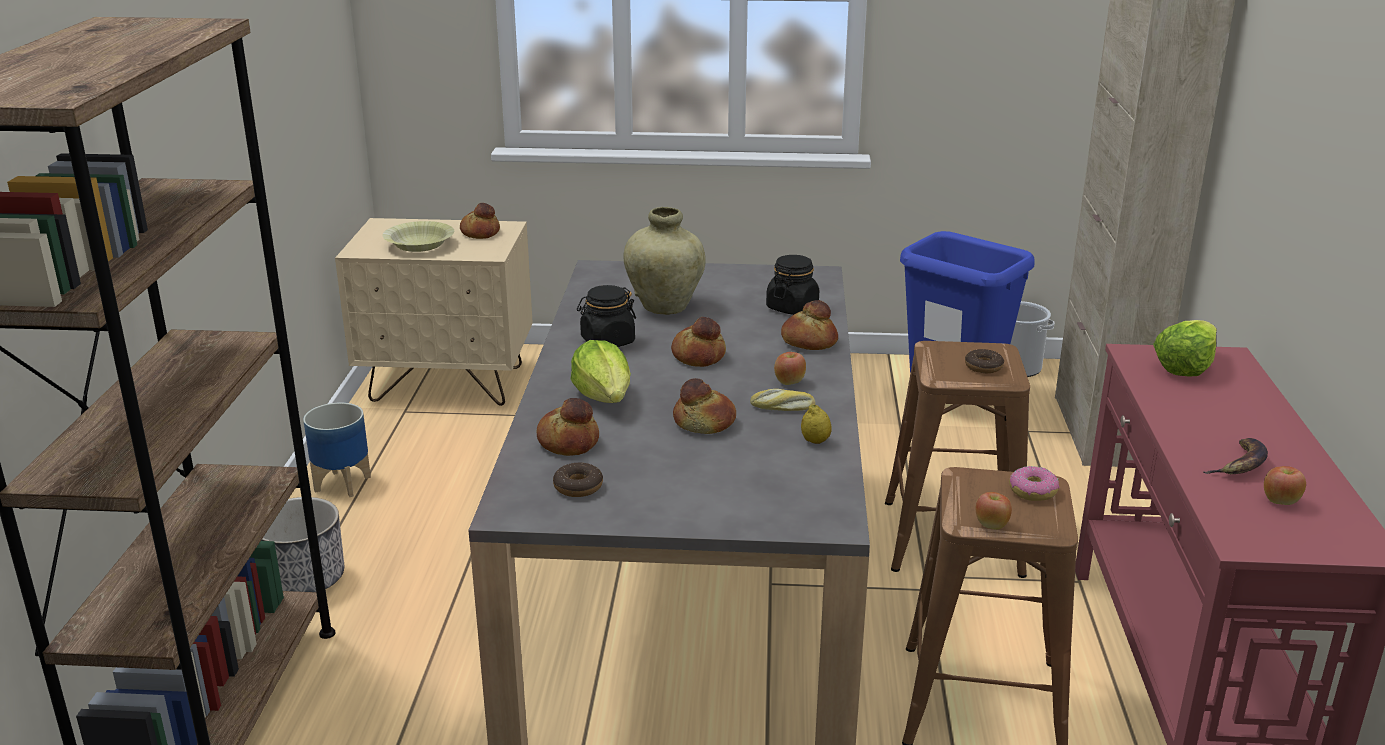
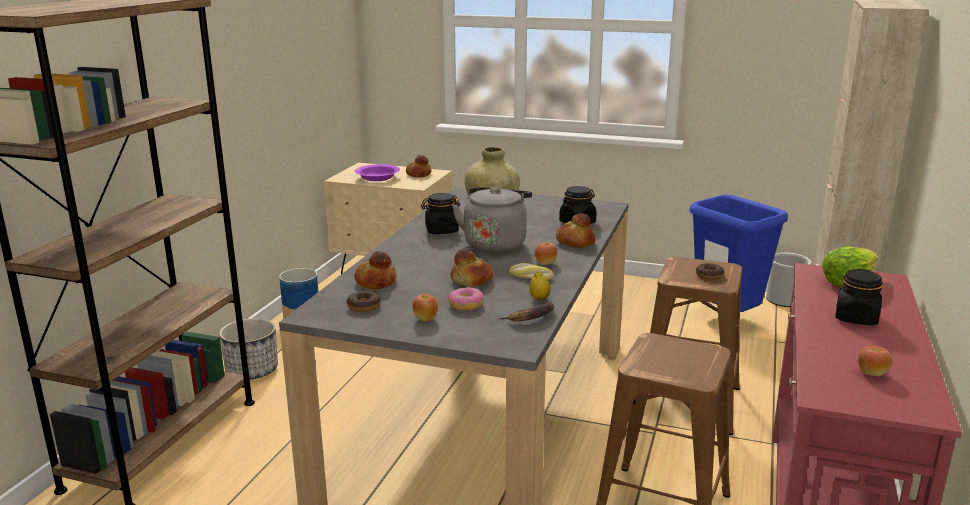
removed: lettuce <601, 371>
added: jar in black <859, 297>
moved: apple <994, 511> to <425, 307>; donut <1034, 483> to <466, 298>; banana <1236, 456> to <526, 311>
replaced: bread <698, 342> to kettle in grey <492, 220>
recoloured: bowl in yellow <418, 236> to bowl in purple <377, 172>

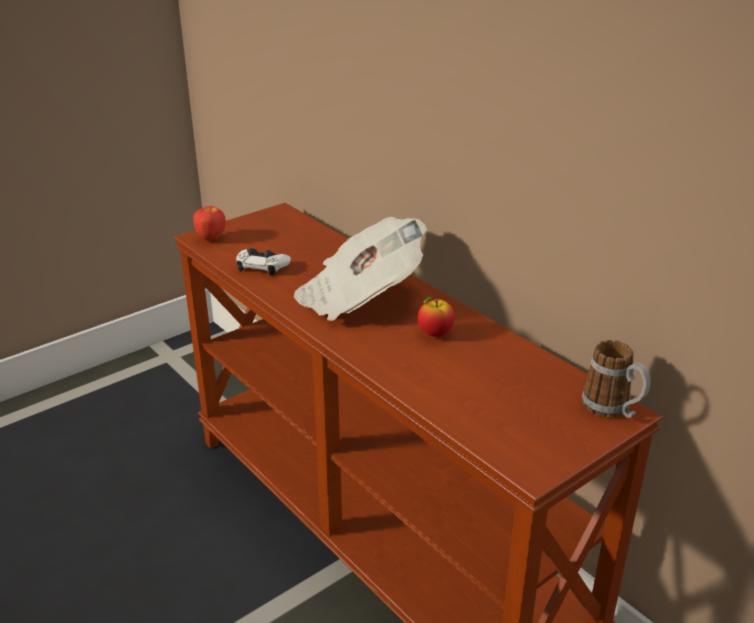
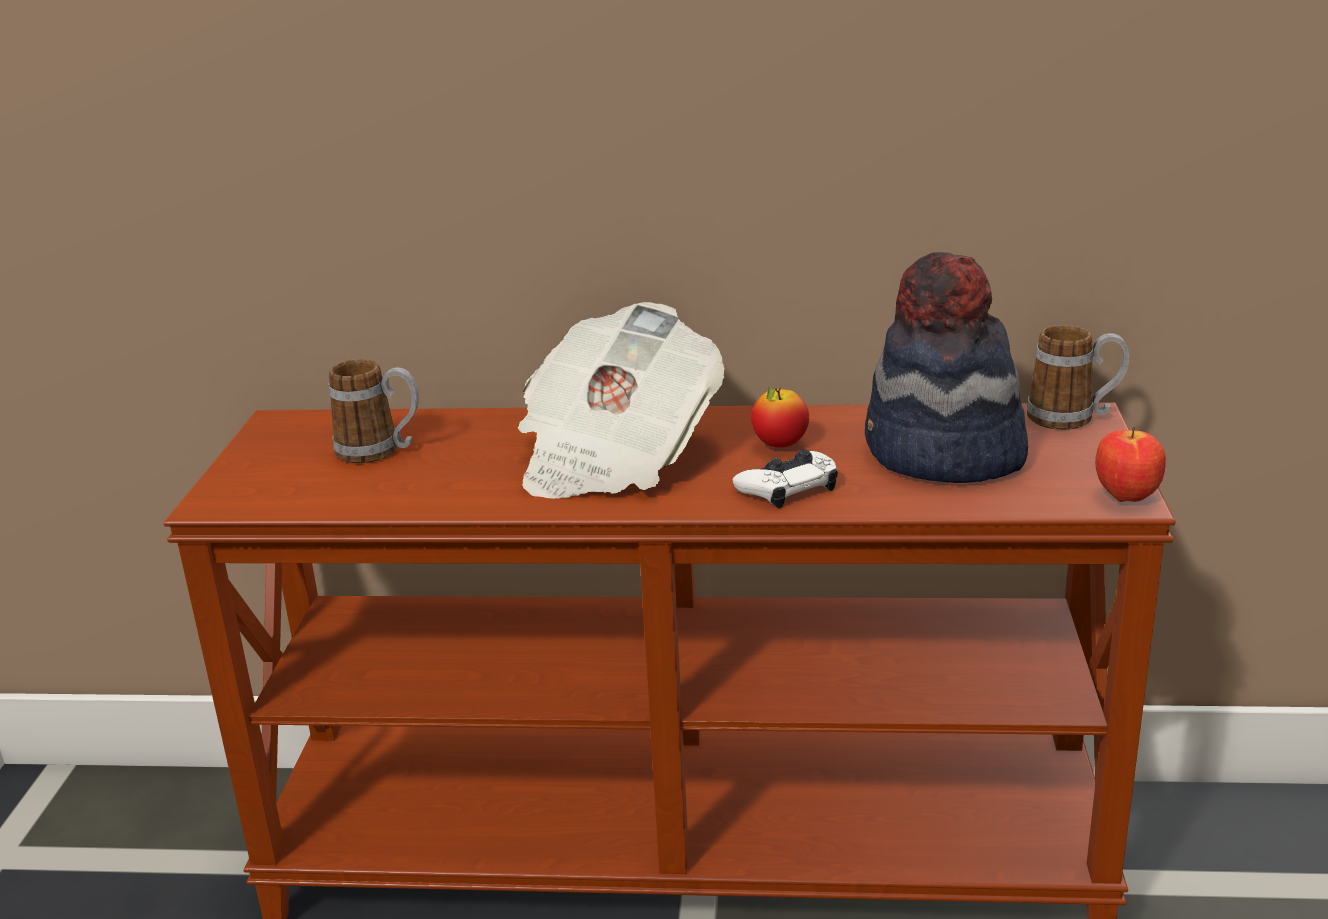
added: mug <374, 411>; hat <946, 367>
moved: game controller in white <263, 262> to <785, 478>; apple <209, 223> to <1130, 464>

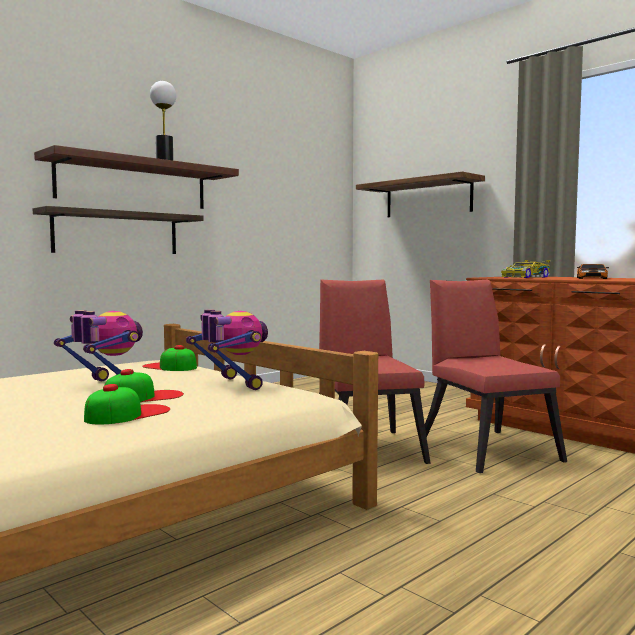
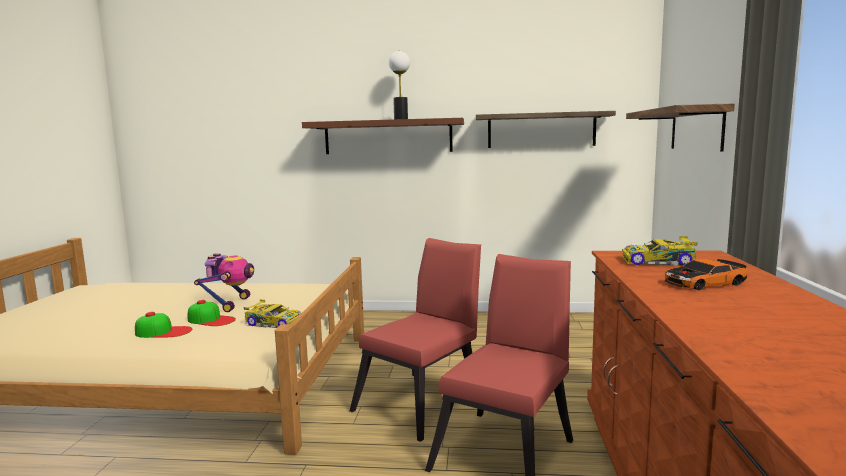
removed: cap <169, 358>
moved: shelf <118, 230> to <546, 129>
replaced: toy robot <227, 350> to toy car <272, 313>

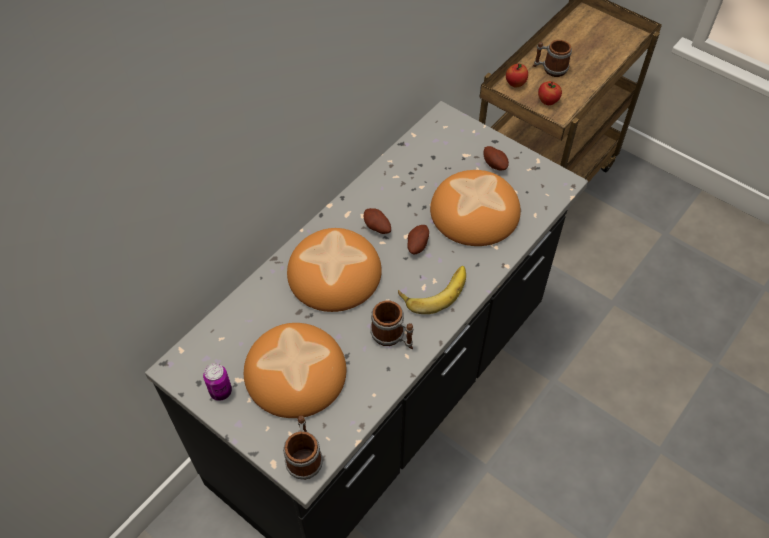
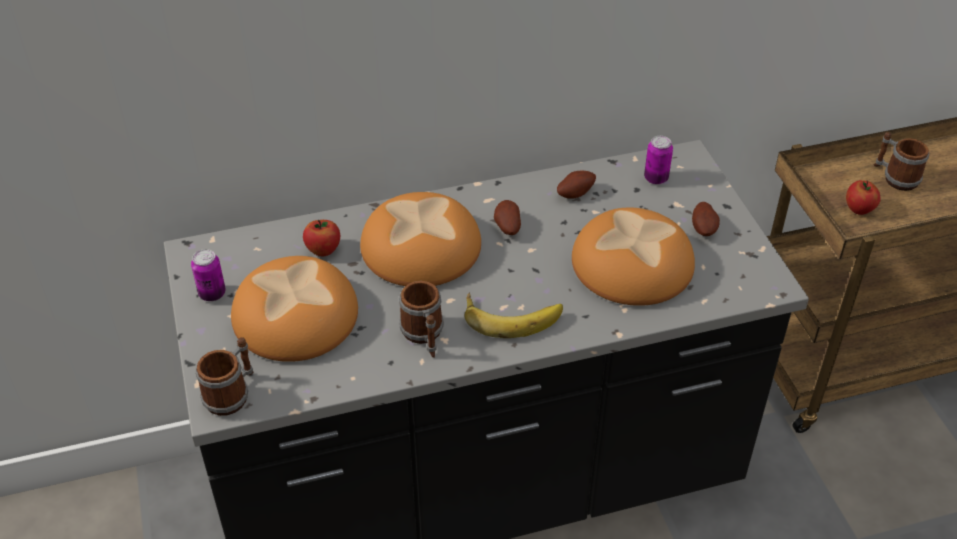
added: can <658, 160>
moved: apple <517, 75> to <321, 238>; potato <418, 239> to <576, 184>

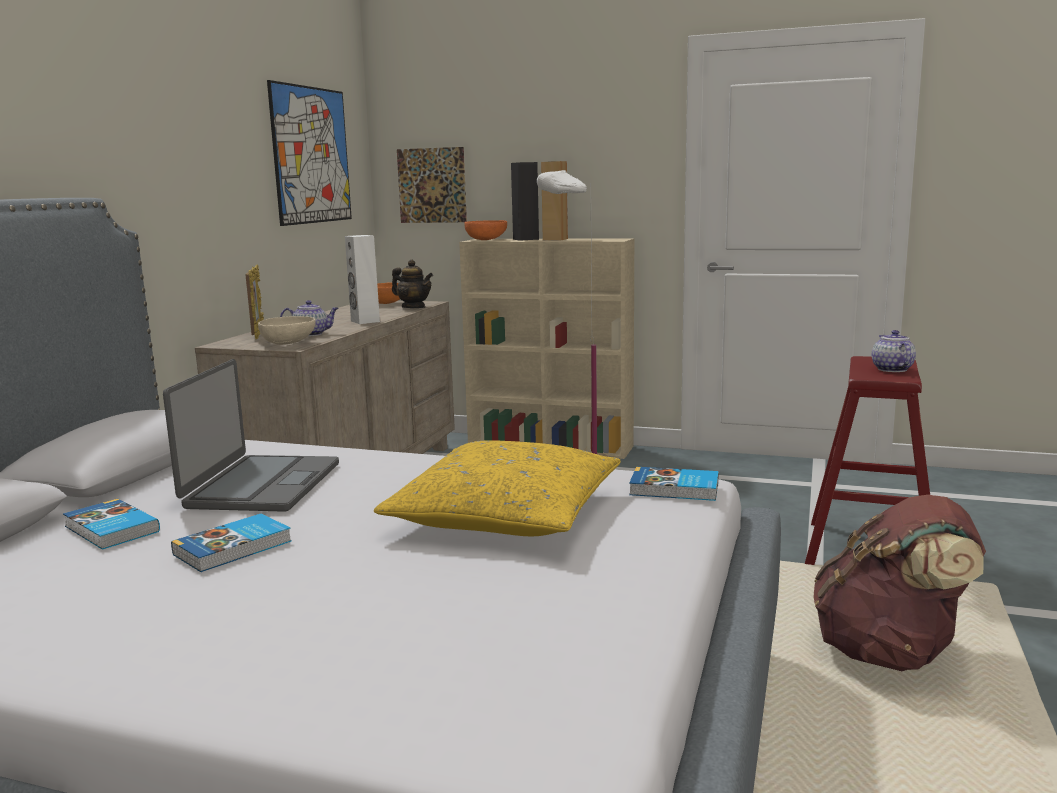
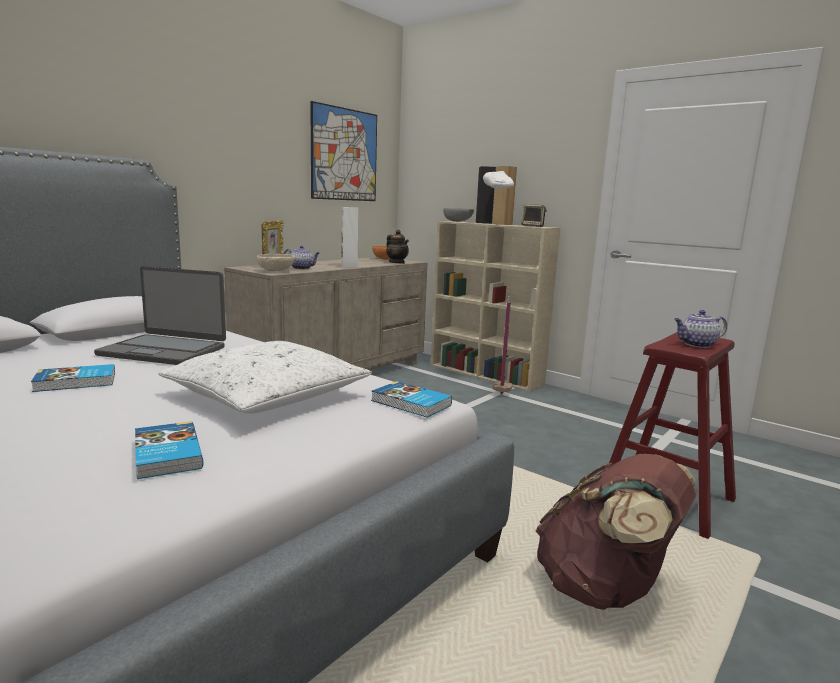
removed: picture <432, 185>
added: speaker <534, 215>
moved: book <111, 524> to <169, 450>
recoloured: pillow in yellow <497, 488> to pillow in white <265, 377>; bowl in orange <485, 230> to bowl in grey <458, 215>
turned: laptop <251, 435> = <160, 315> 75 degrees clockwise; teapot <894, 351> = <700, 329> 120 degrees counterclockwise

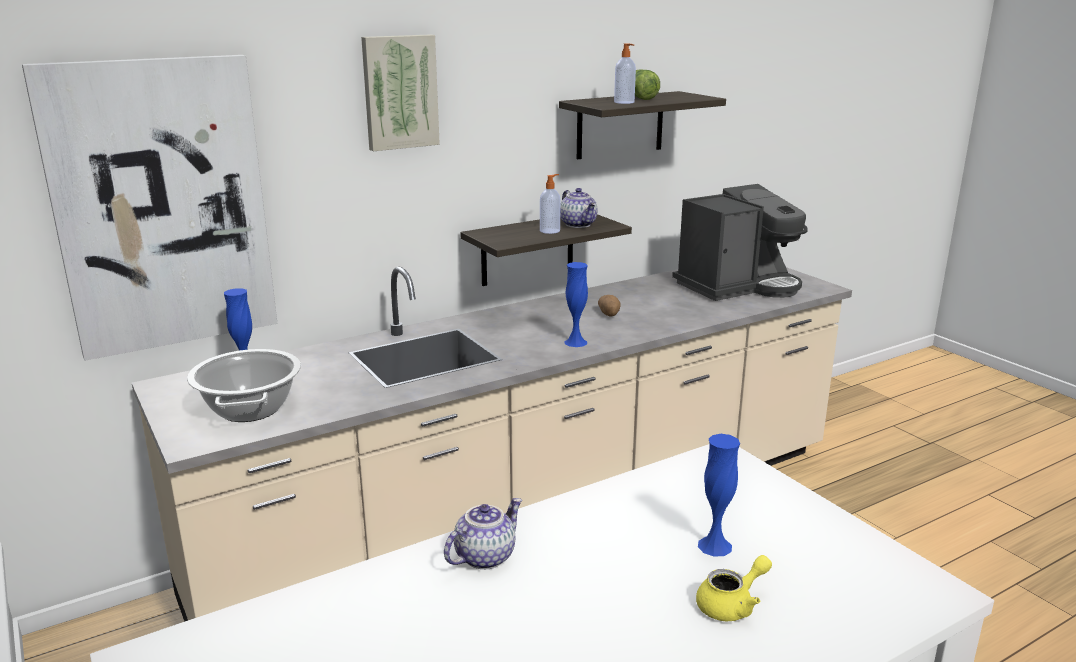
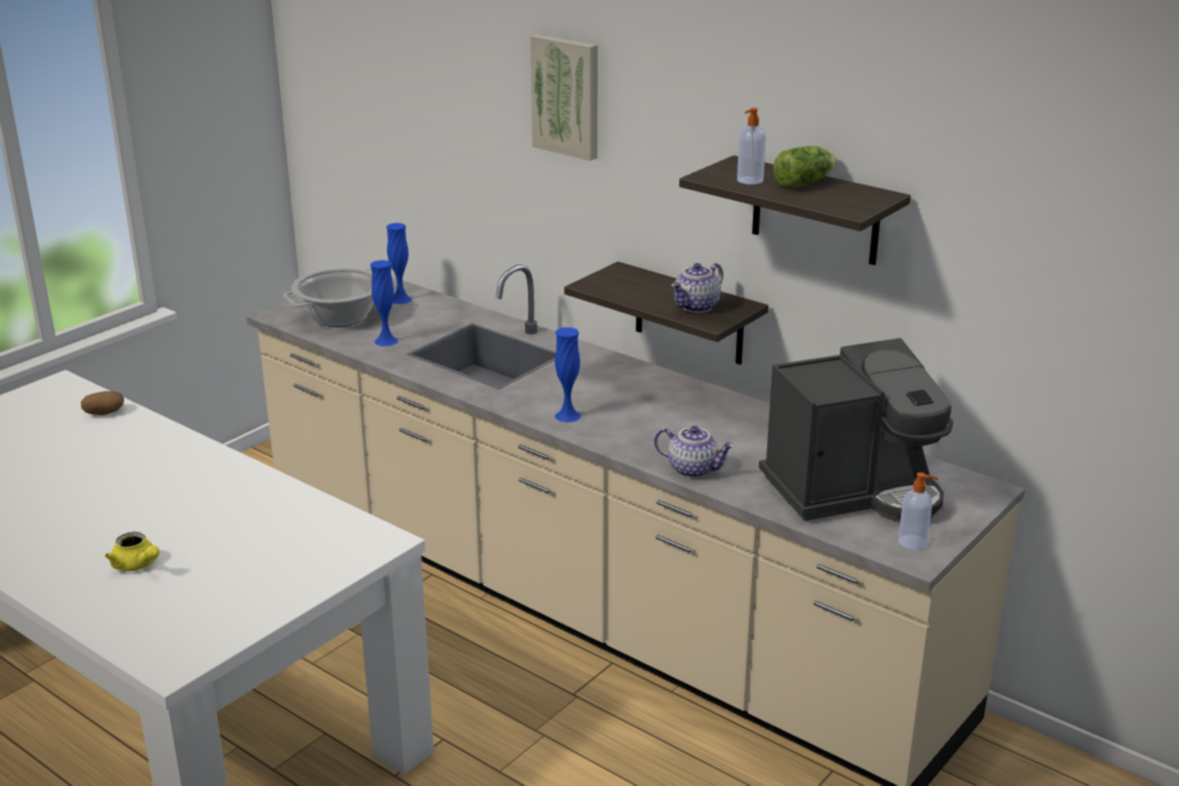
removed: picture <149, 208>
moved: potato <609, 305> to <102, 403>; vase in blue <719, 495> to <384, 303>; teapot <483, 533> to <694, 452>; soap dispenser <550, 204> to <918, 511>
turned: coffee machine <740, 242> = <856, 430> 60 degrees counterclockwise

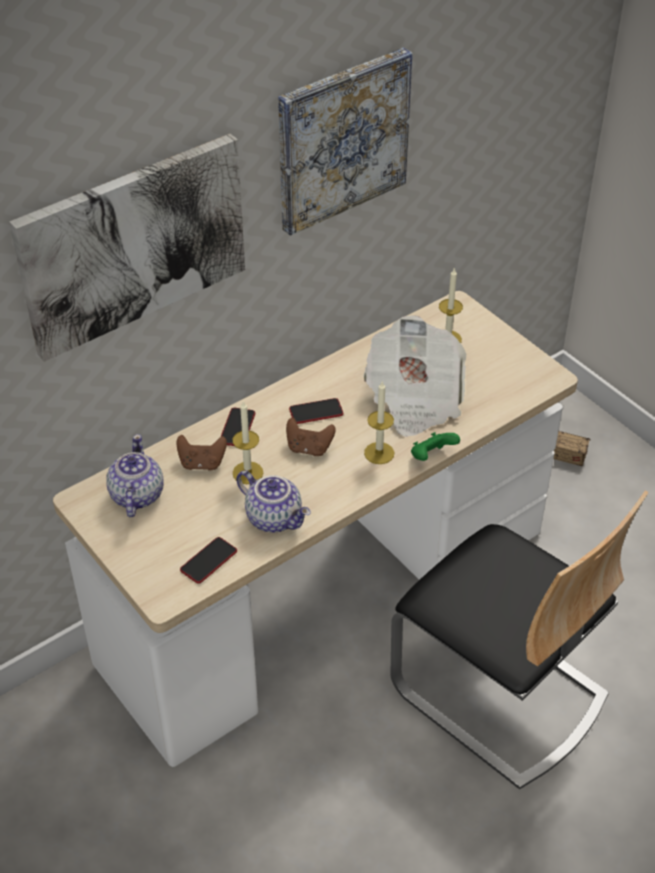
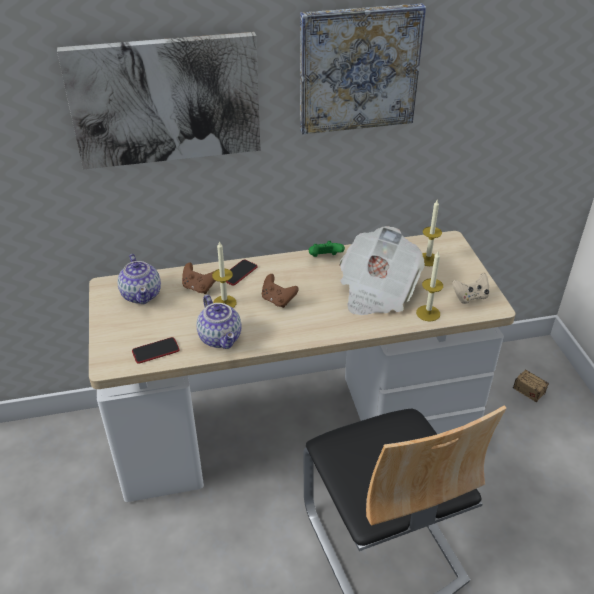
removed: phone <316, 411>
added: game controller in beige <470, 288>
moved: game controller in green <435, 446> to <327, 249>; candle <379, 423> to <429, 287>
turned: teapot <134, 475> = <139, 279> 135 degrees clockwise

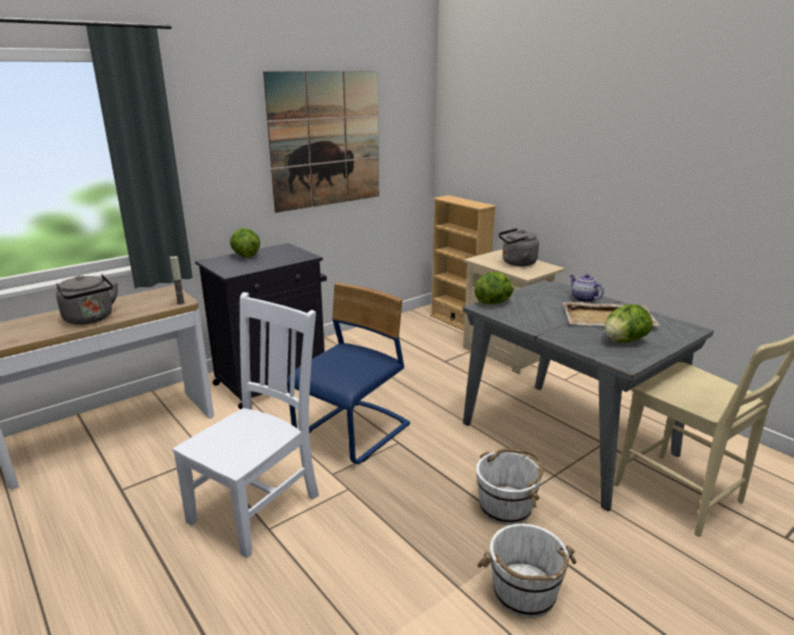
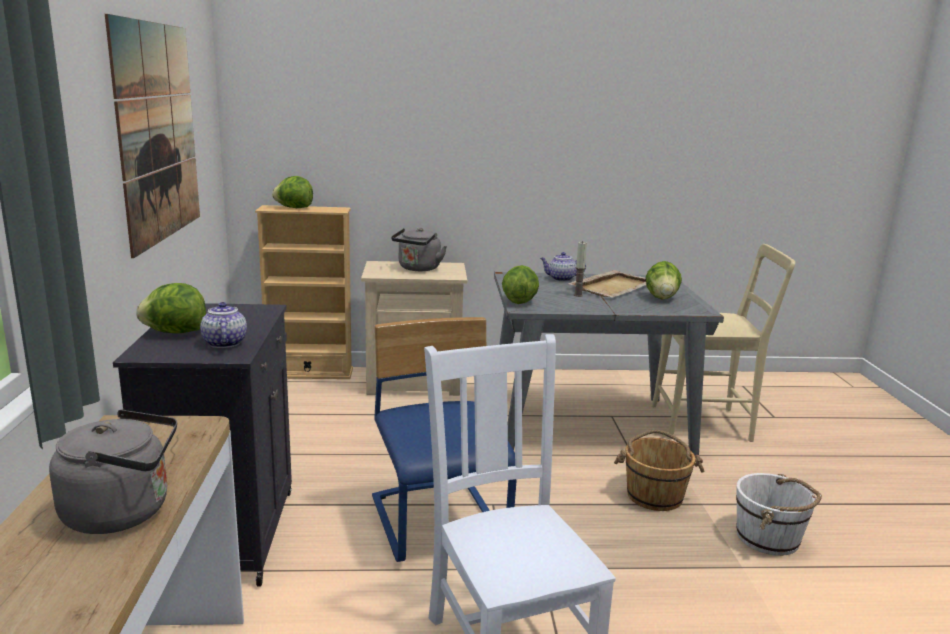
added: teapot <223, 325>; lettuce <292, 192>
moved: candle <177, 280> to <580, 269>
recoloured: bucket in white <510, 487> to bucket in brown <659, 470>

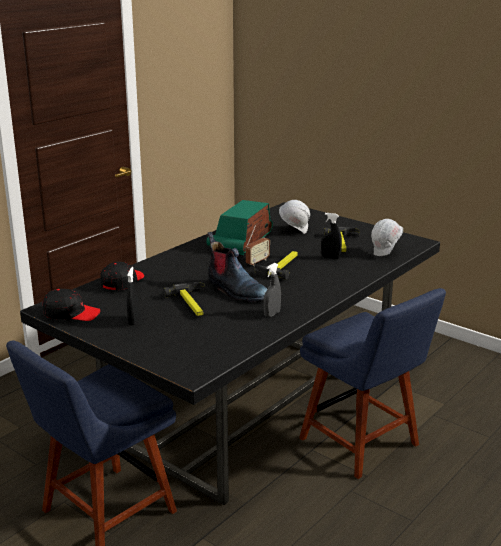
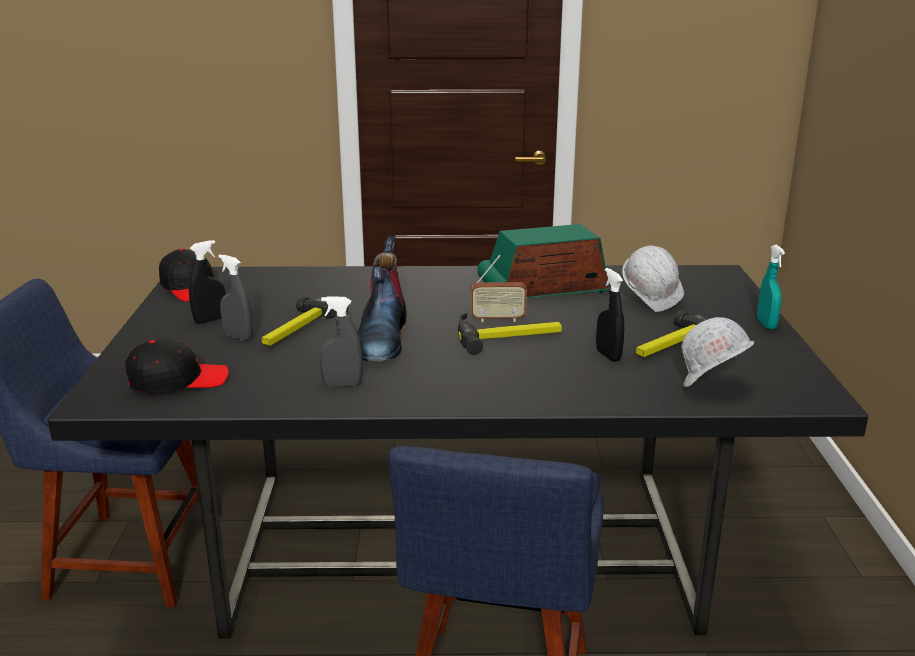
added: spray bottle in grey <235, 298>; spray bottle in turquoise <771, 287>
moved: cap in black <122, 276> to <177, 366>

